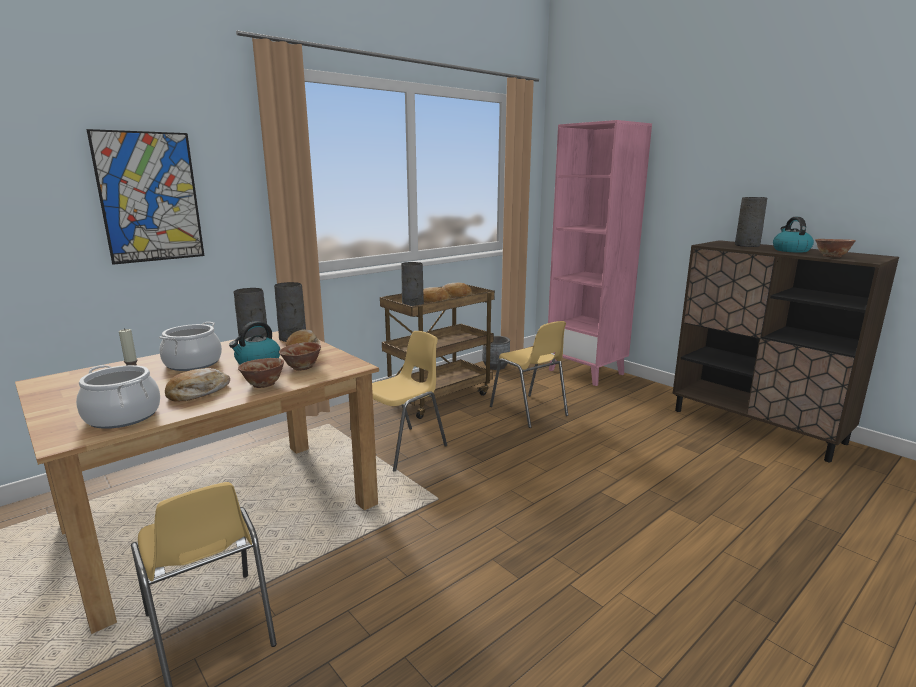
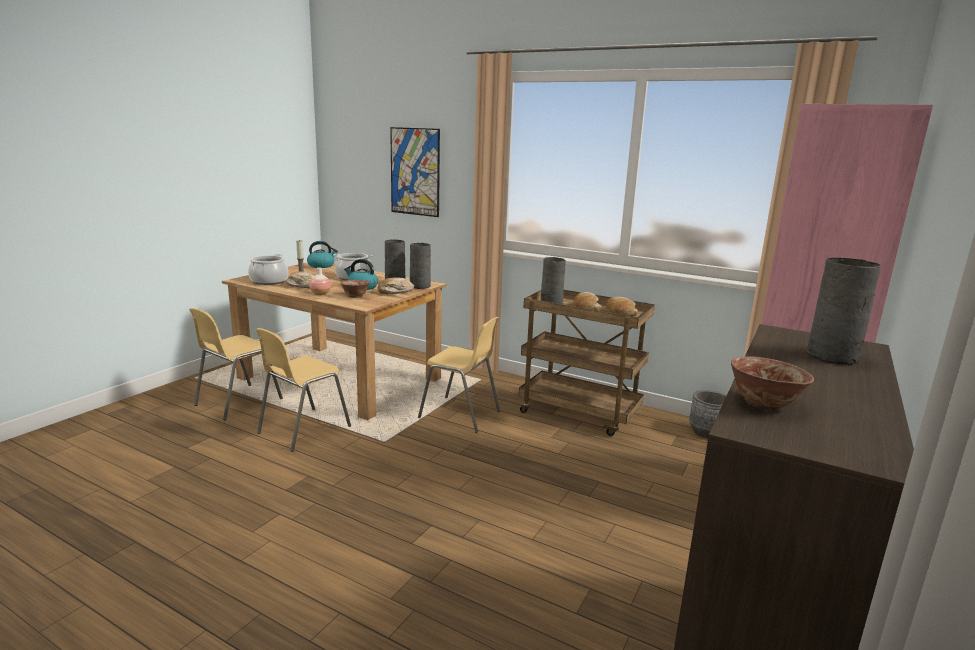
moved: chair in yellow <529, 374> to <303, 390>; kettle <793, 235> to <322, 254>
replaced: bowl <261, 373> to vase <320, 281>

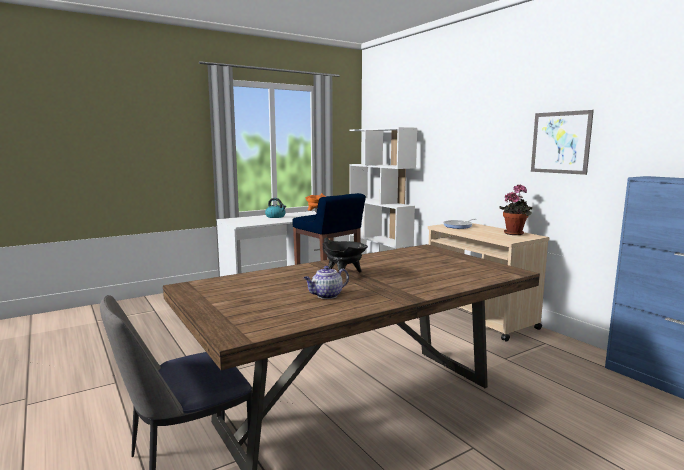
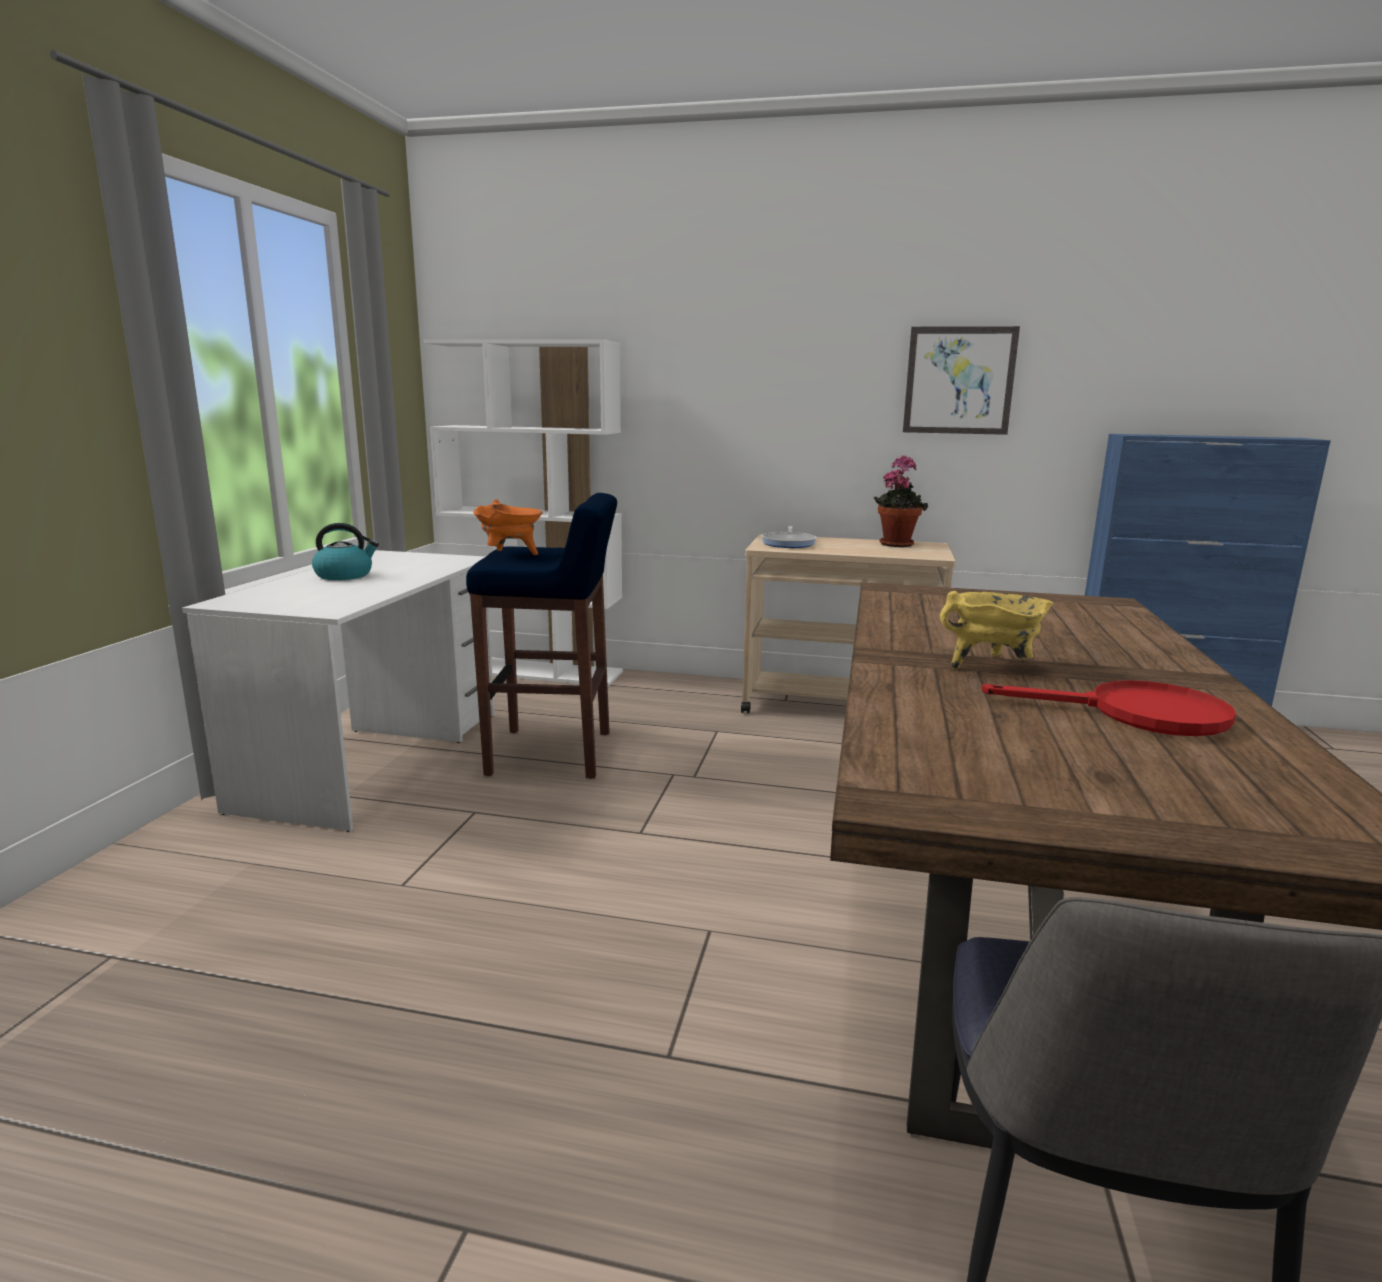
replaced: teapot <326, 282> to frying pan in red <1109, 708>
recoloured: cooking pot in black <345, 255> to cooking pot in yellow <996, 630>

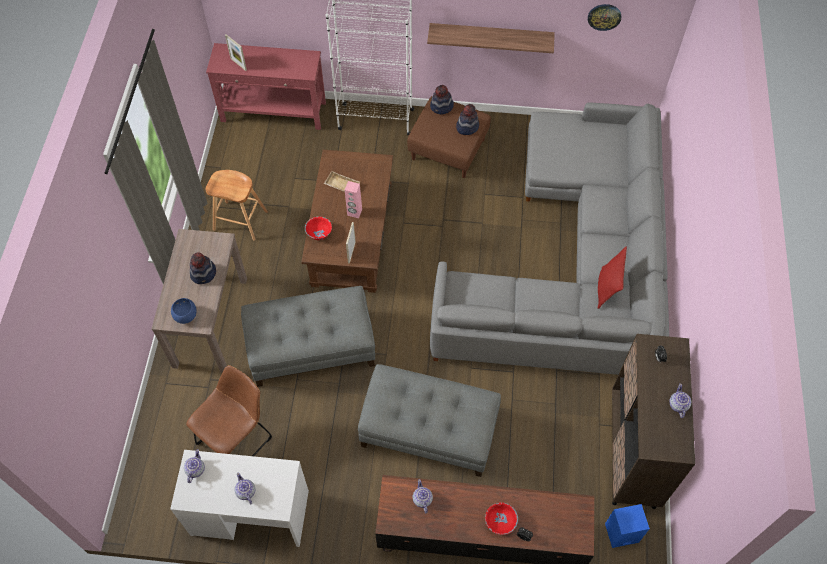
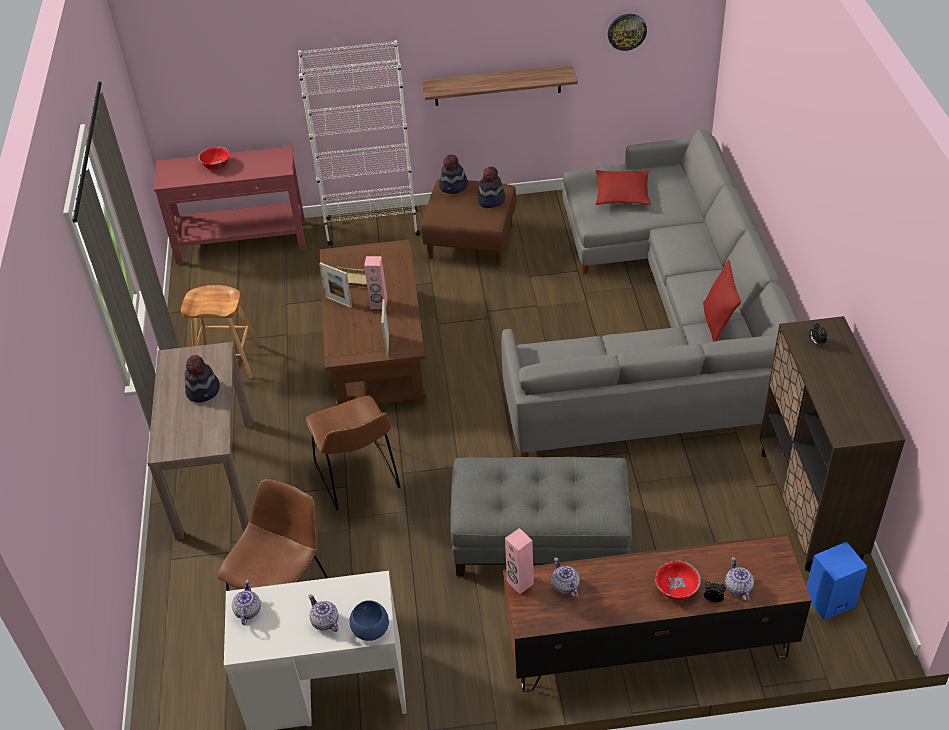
added: speaker in pink <519, 561>; pillow in red <623, 187>
moved: bowl in red <318, 228> to <214, 158>; picture frame <236, 52> to <335, 285>; bowl in blue <184, 311> to <369, 620>; teapot <680, 400> to <739, 579>
replaced: ottoman in grey <308, 336> to chair in brown <352, 453>

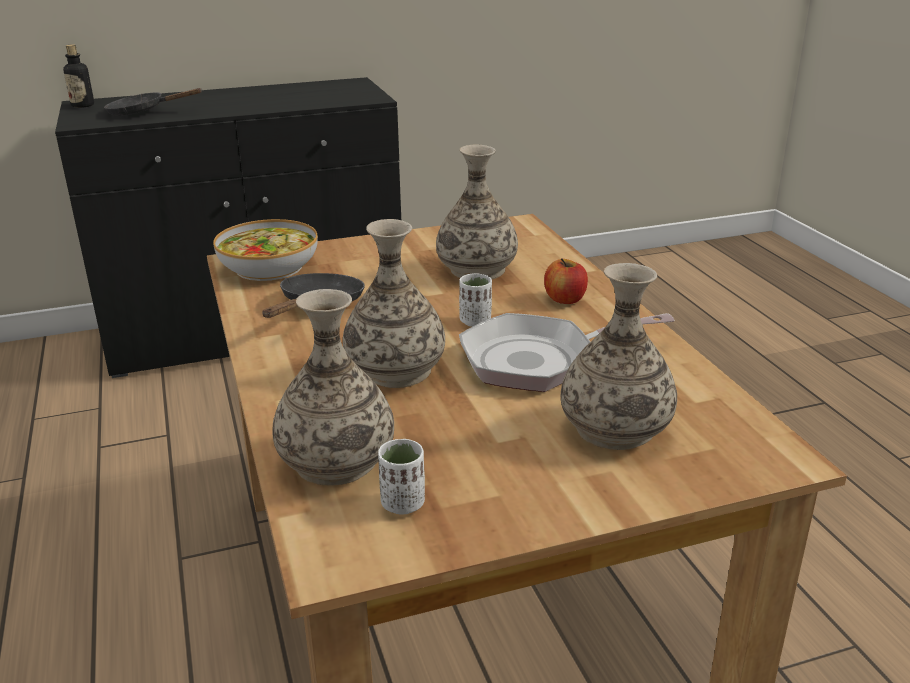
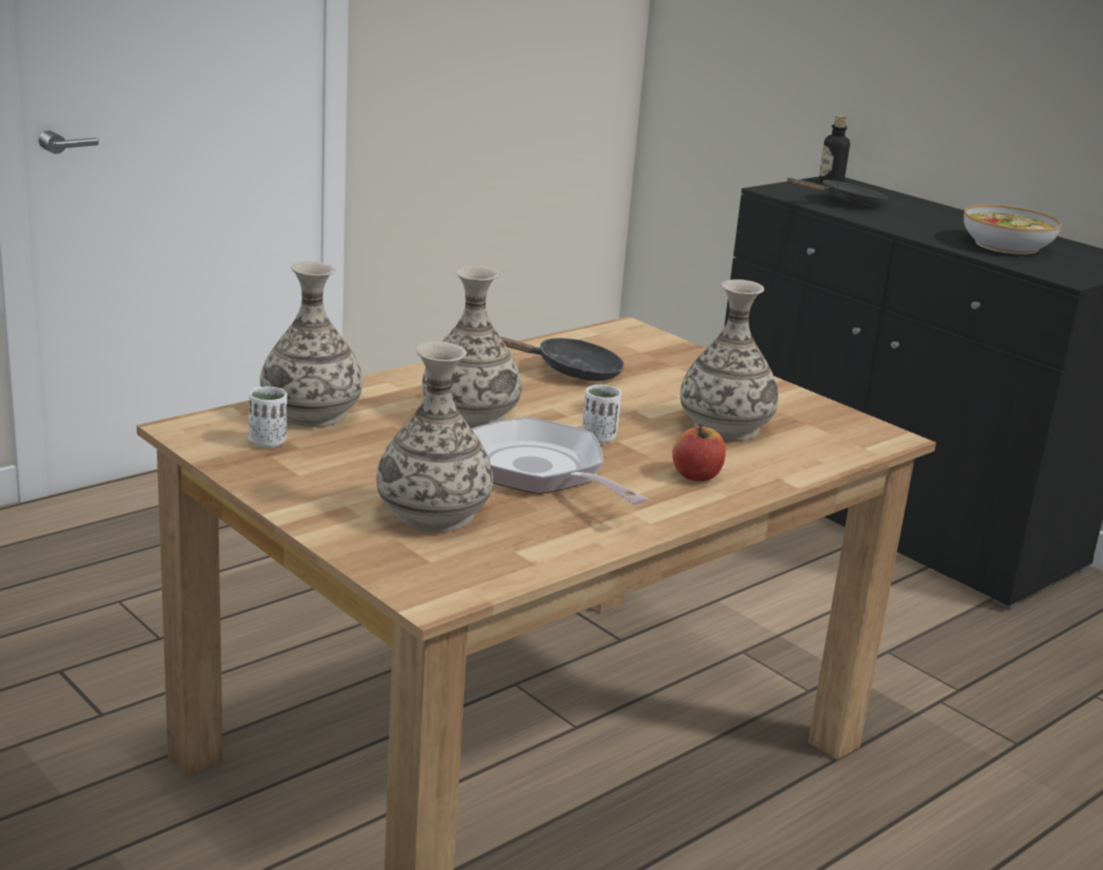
moved: bowl <265, 250> to <1012, 230>
turned: frying pan in black <153, 102> = <837, 192> 90 degrees clockwise

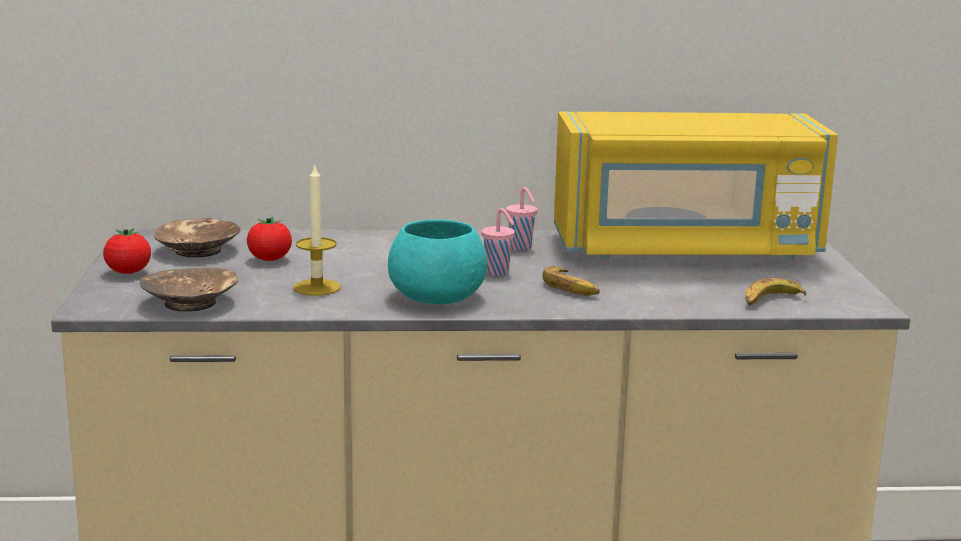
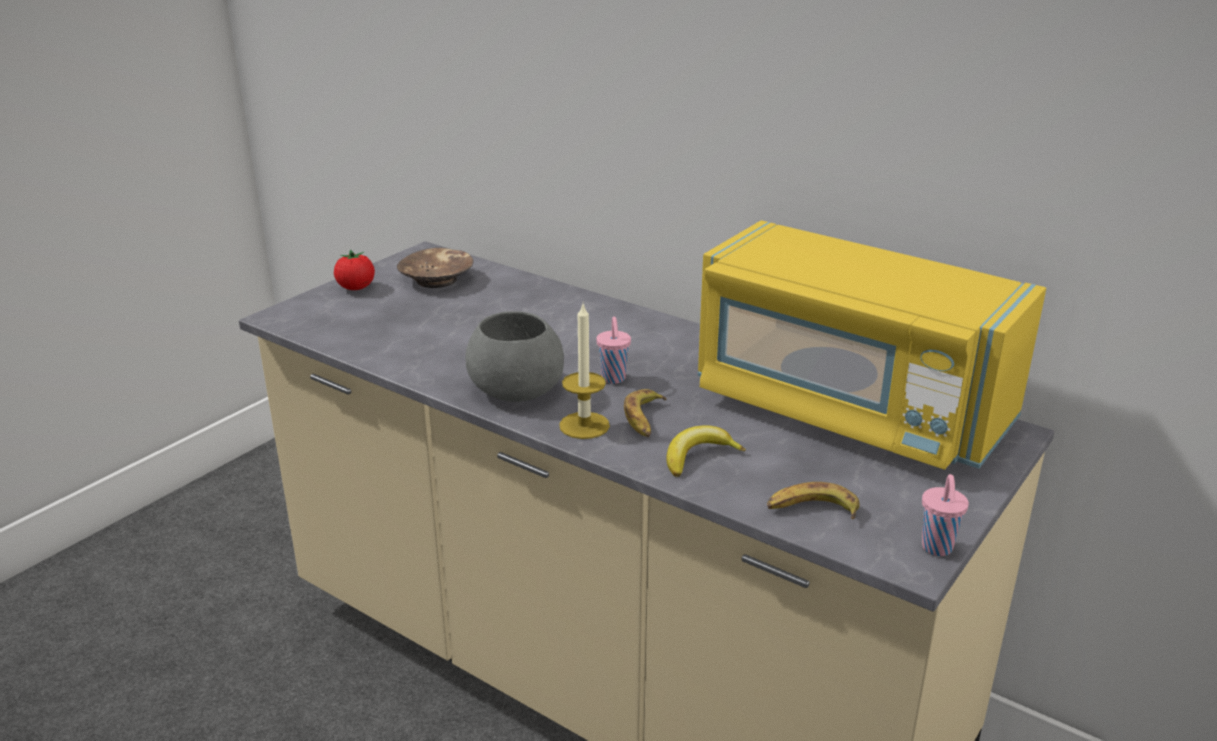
removed: bowl in brown <189, 290>; tomato <269, 239>
added: banana <706, 451>
moved: candle <317, 230> to <584, 371>; cup in pink <521, 219> to <945, 515>
recoloured: bowl in turquoise <437, 261> to bowl in grey <514, 356>

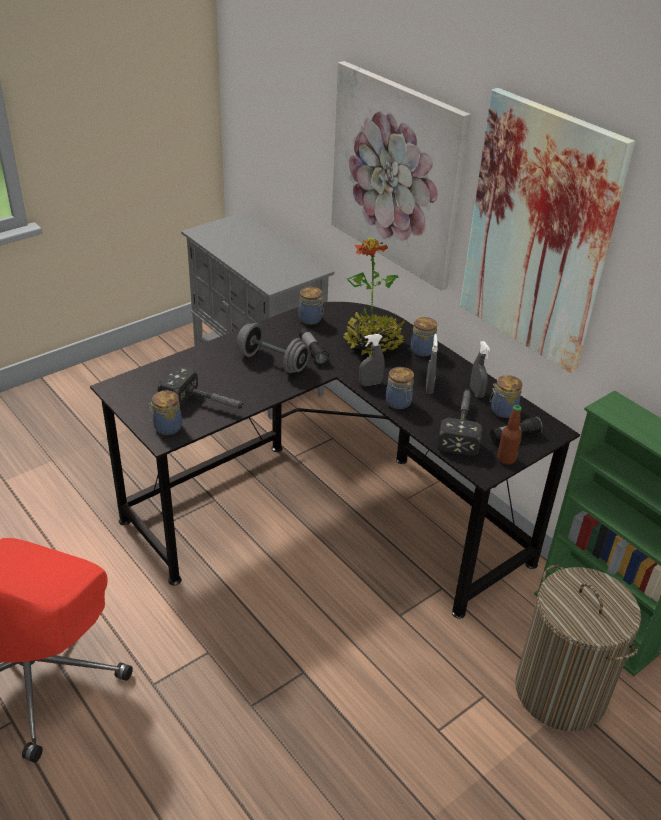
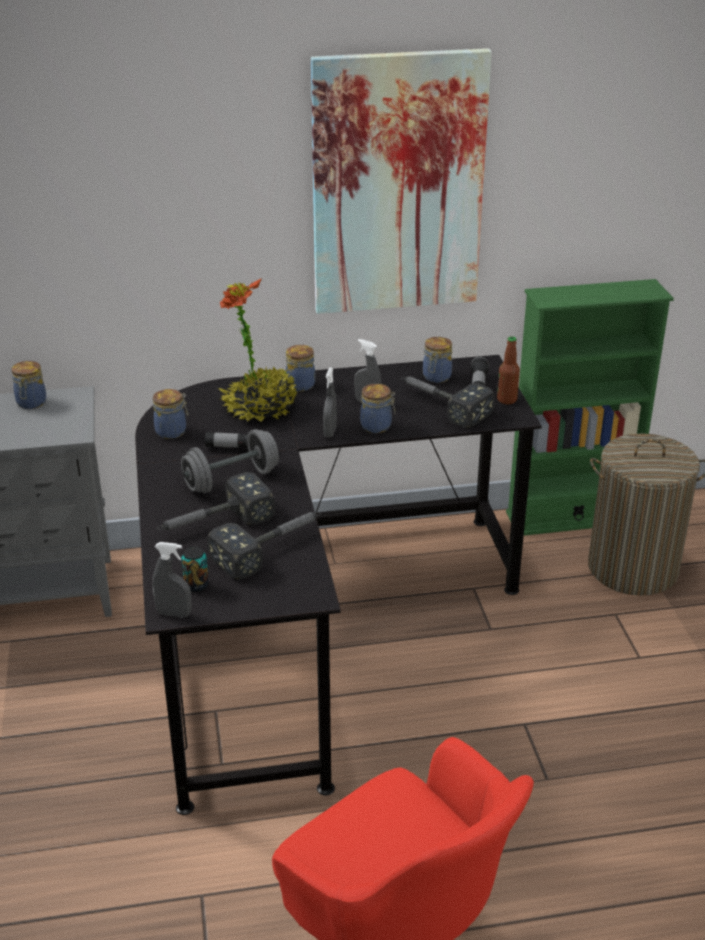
removed: picture <401, 176>
added: hammer <216, 501>; can <195, 569>
moved: jar <165, 412> to <28, 385>; spray bottle in grey <480, 369> to <172, 579>

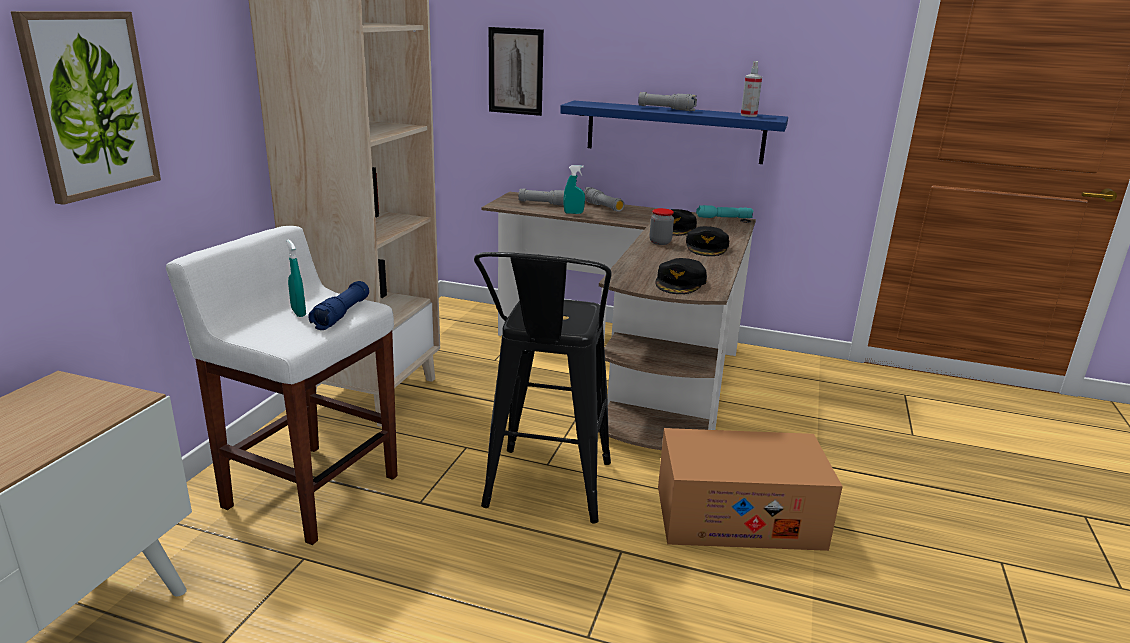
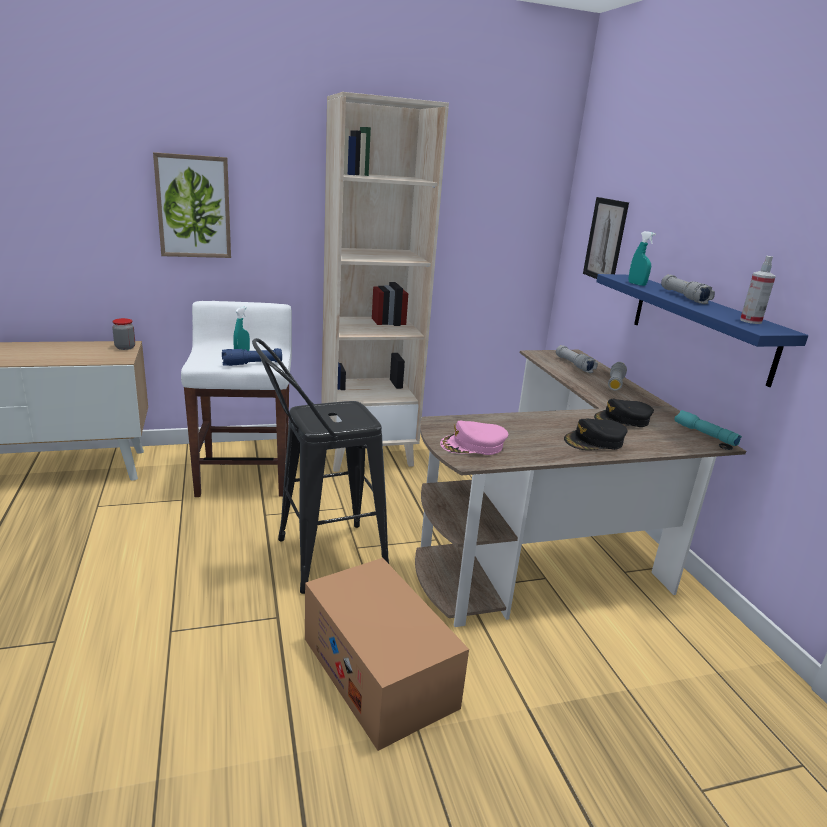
moved: jar <661, 226> to <123, 334>; spray bottle in turquoise <574, 189> to <642, 258>
recoloured: cap in black <681, 276> to cap in pink <474, 438>

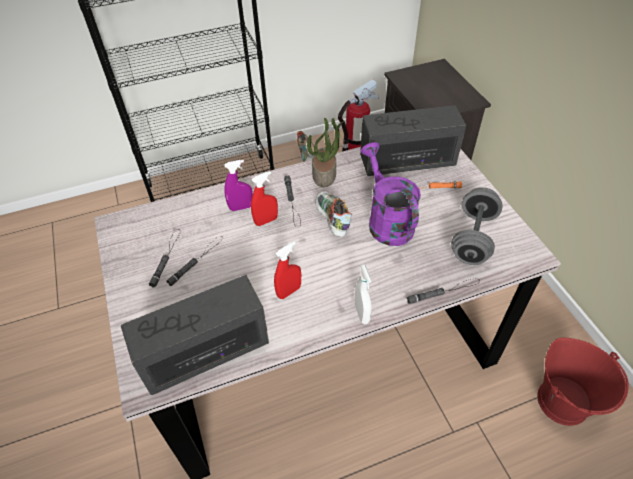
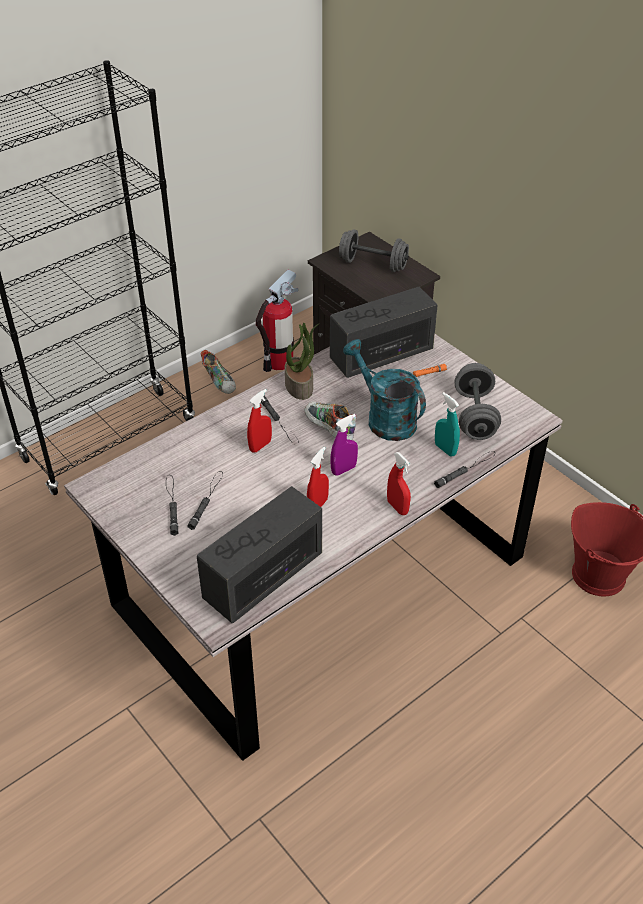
added: dumbbell in grey <374, 250>; spray bottle in turquoise <447, 424>
moved: spray bottle in purple <238, 185> to <344, 445>
recoloured: watering can in purple <391, 194> to watering can in turquoise <384, 390>; spray bottle in white <363, 294> to spray bottle in red <399, 483>

